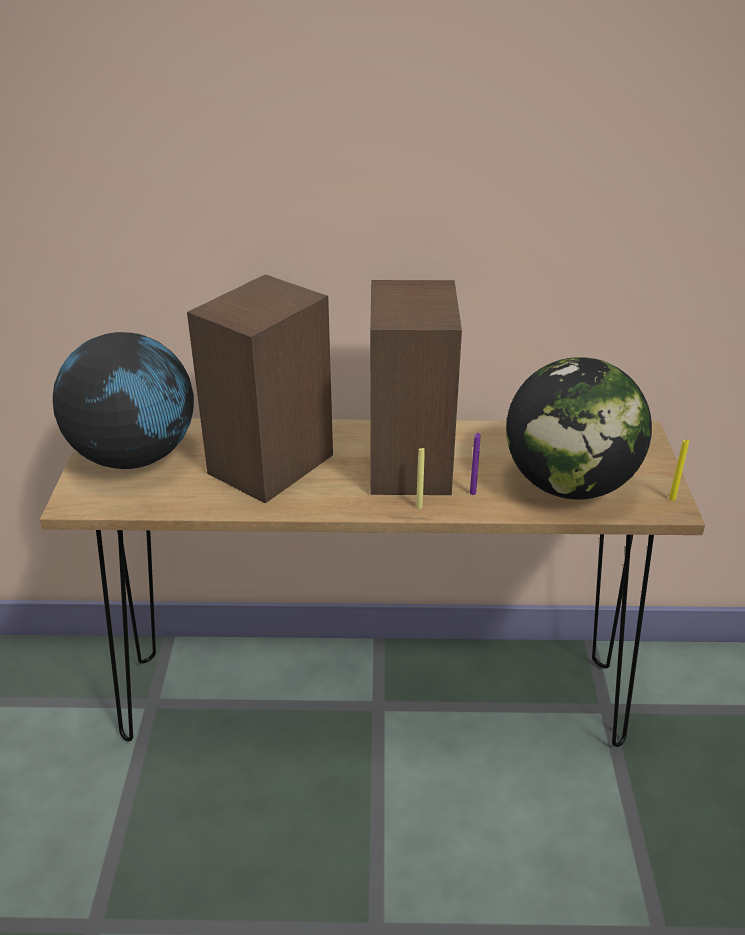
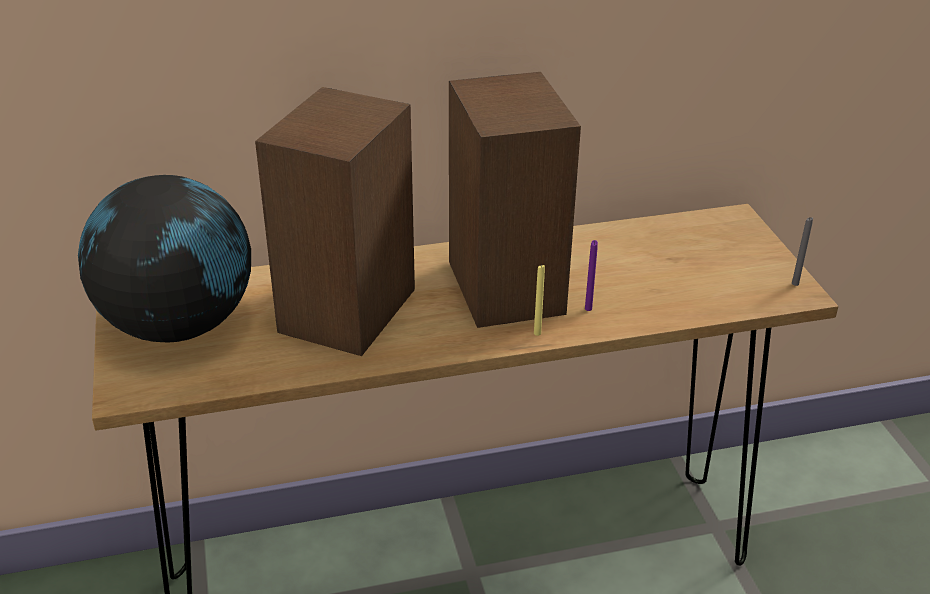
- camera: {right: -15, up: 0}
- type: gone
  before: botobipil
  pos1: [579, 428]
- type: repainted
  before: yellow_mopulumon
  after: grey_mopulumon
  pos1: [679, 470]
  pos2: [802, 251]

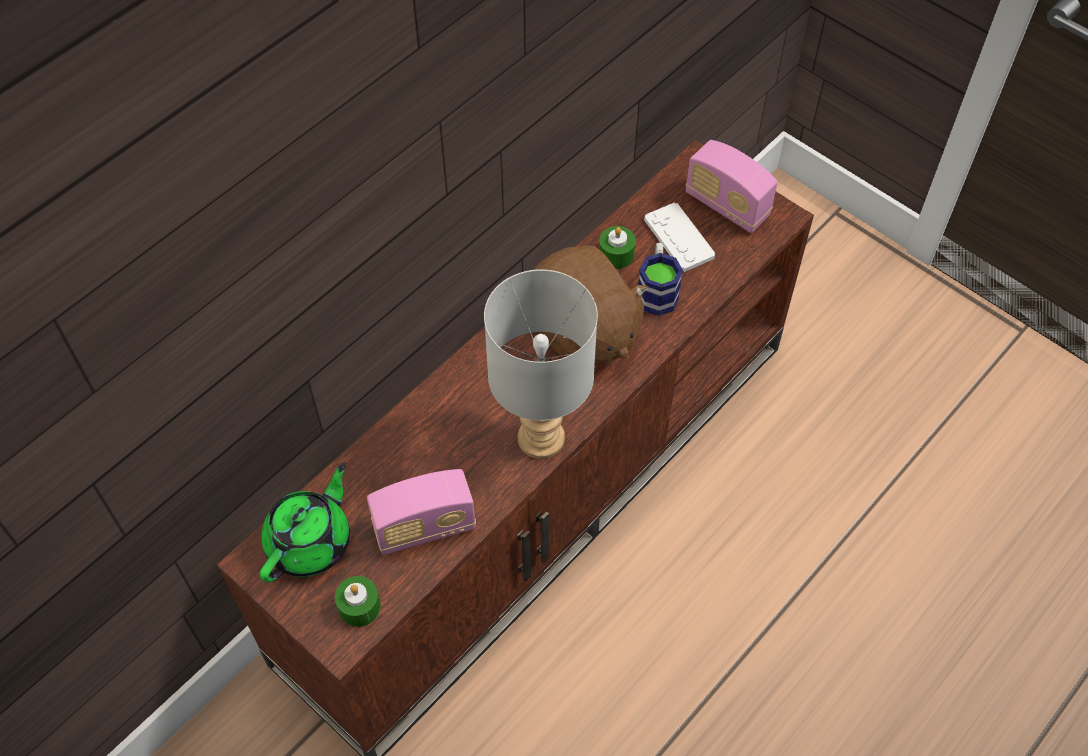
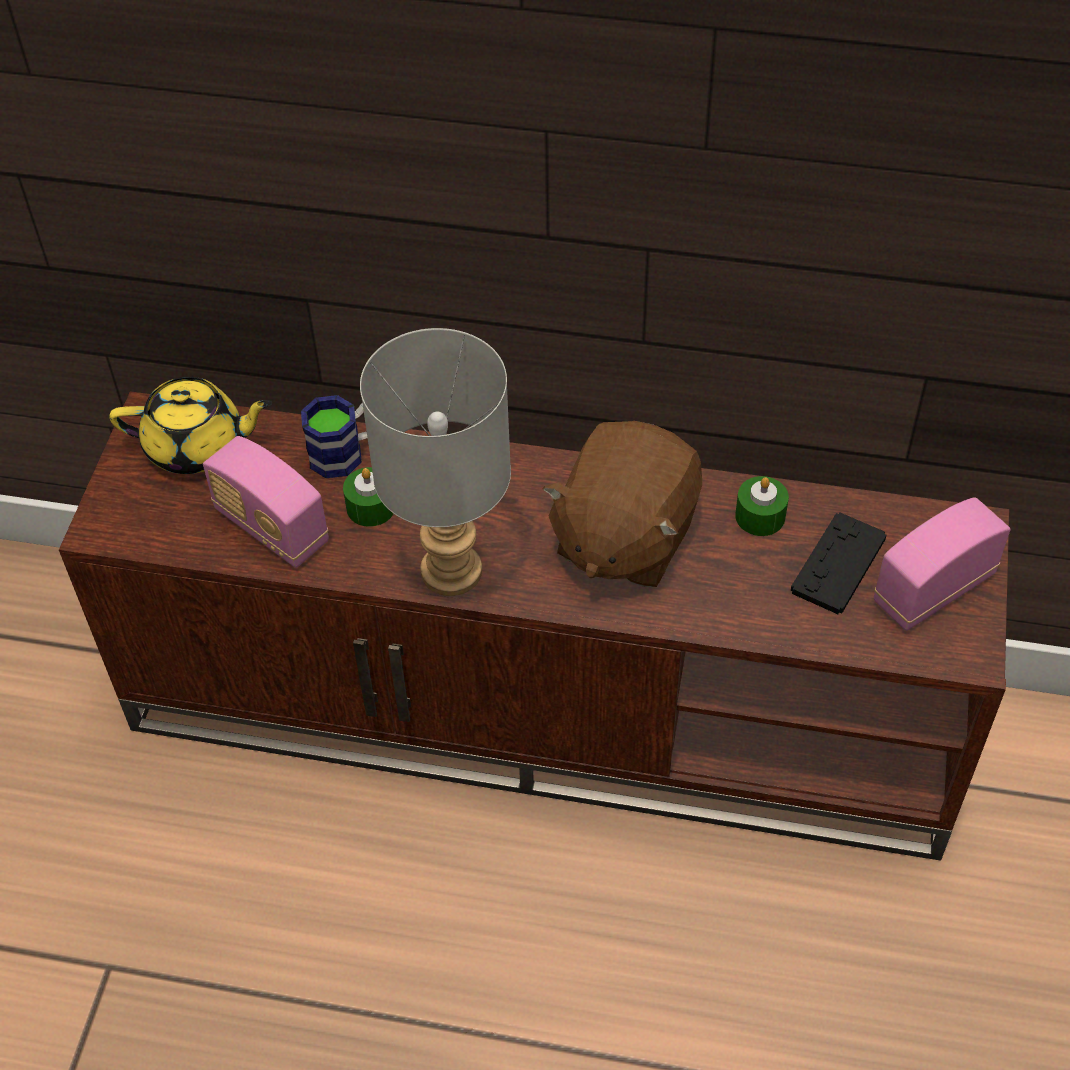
- camera: {right: 60, up: -5}
- type: repainted
  before: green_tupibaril
  after: yellow_tupibaril
  pos1: [304, 522]
  pos2: [190, 425]
- type: shifted
  before: green_mopulumon
  pos1: [358, 601]
  pos2: [368, 497]
- type: shifted
  before: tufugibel
  pos1: [660, 279]
  pos2: [334, 436]
- type: repainted
  before: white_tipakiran
  after: black_tipakiran
  pos1: [679, 237]
  pos2: [838, 563]
- type: rotated
  before: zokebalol
  pos1: [732, 186]
  pos2: [942, 564]
  turn: 45

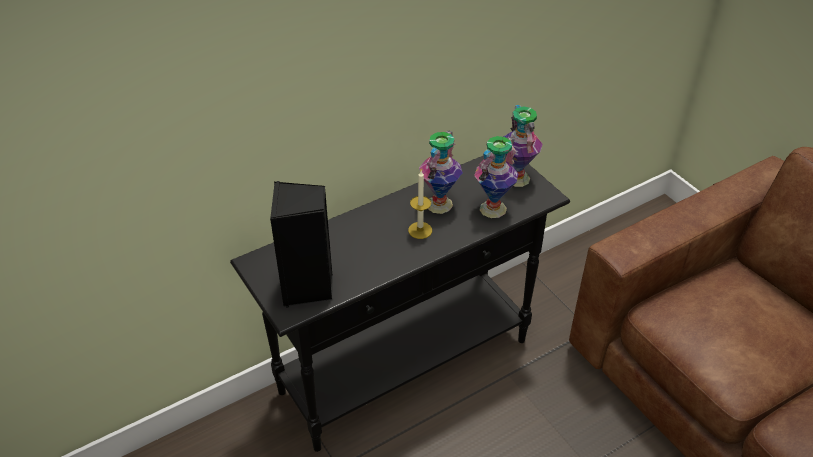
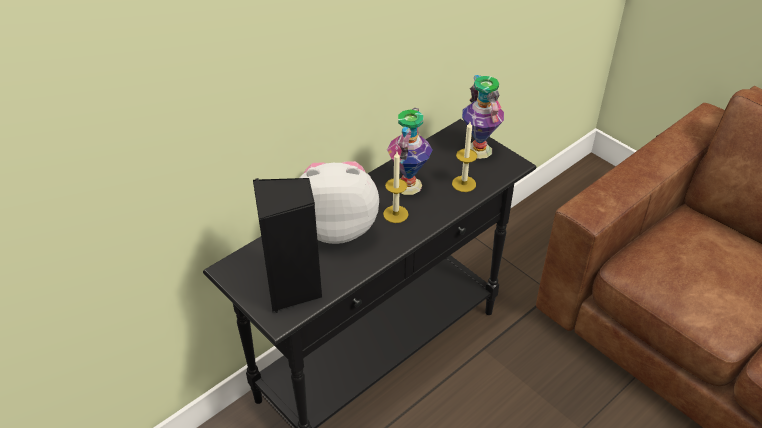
- camera: {right: -10, up: 0}
- type: swapped
  before: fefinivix
  after: mopulumon
  pos1: [496, 177]
  pos2: [464, 157]
- type: new
  after: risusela
  pos2: [339, 202]

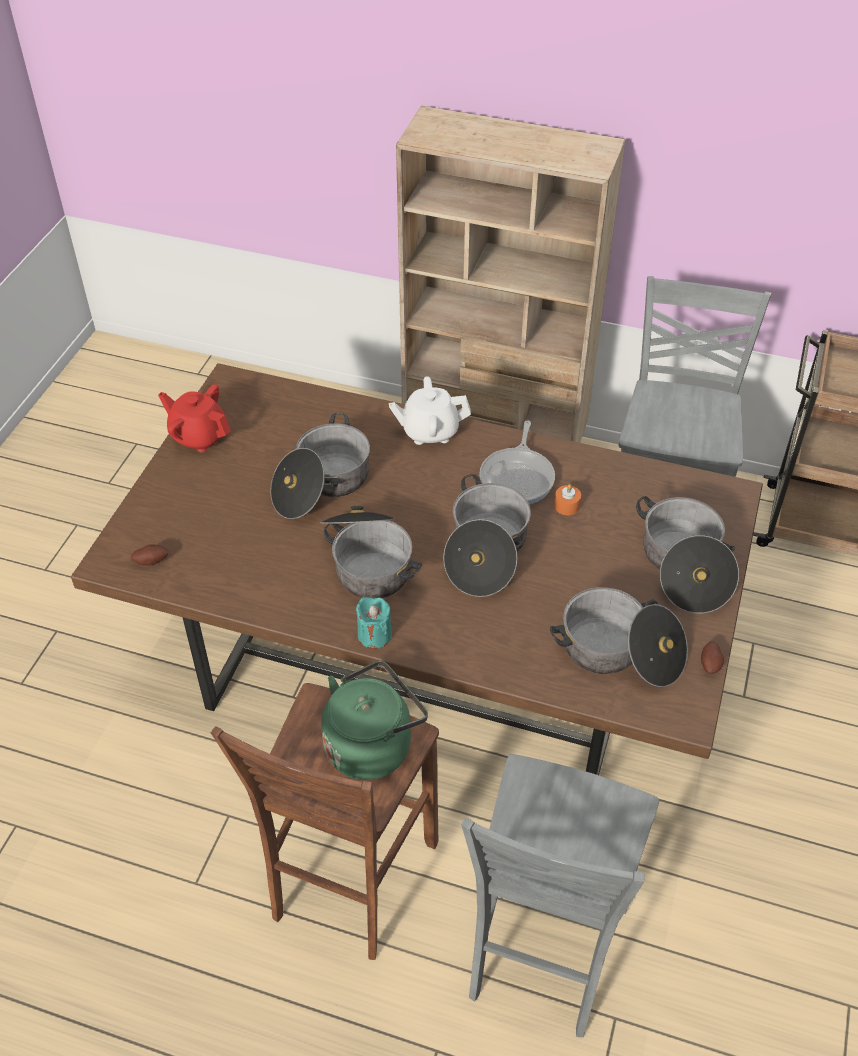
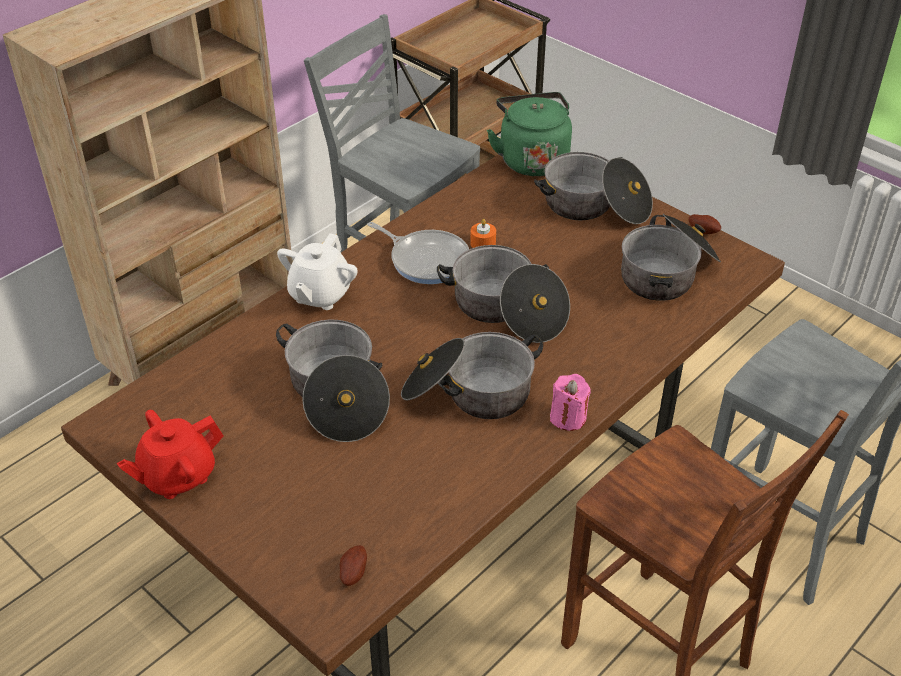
- camera: {right: -65, up: -5}
- type: shifted
  before: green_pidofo
  pos1: [374, 720]
  pos2: [529, 134]
- type: repainted
  before: turquoise_mopulumon
  after: pink_mopulumon
  pos1: [374, 623]
  pos2: [570, 402]

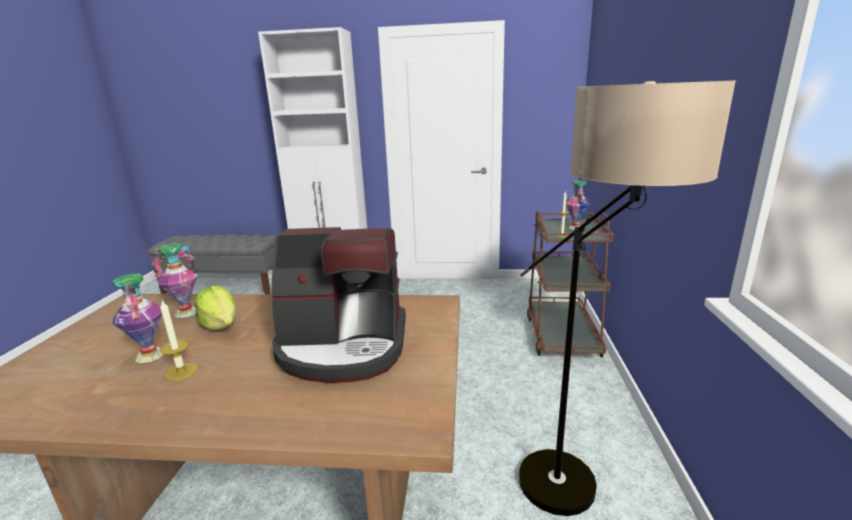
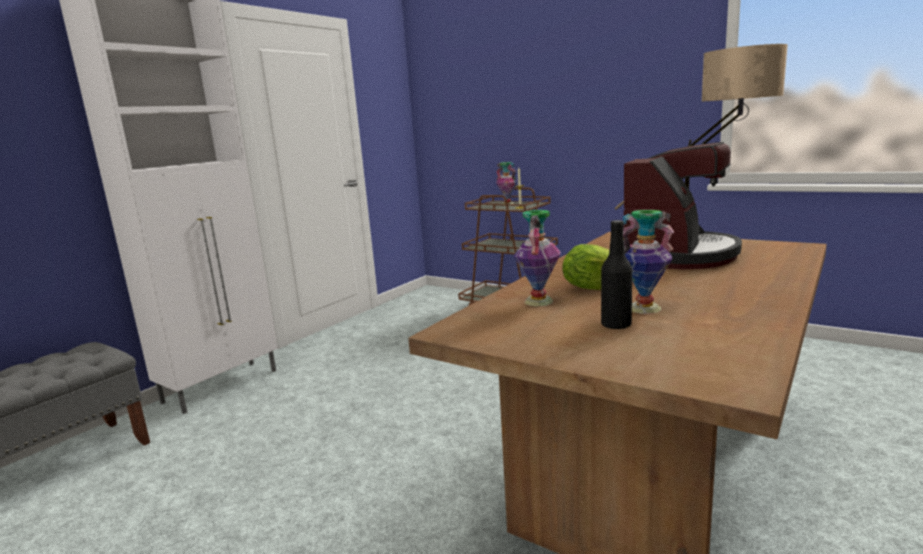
- camera: {right: -60, up: -5}
- type: gone
  before: mopulumon
  pos1: [179, 340]
- type: new
  after: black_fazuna
  pos2: [616, 274]

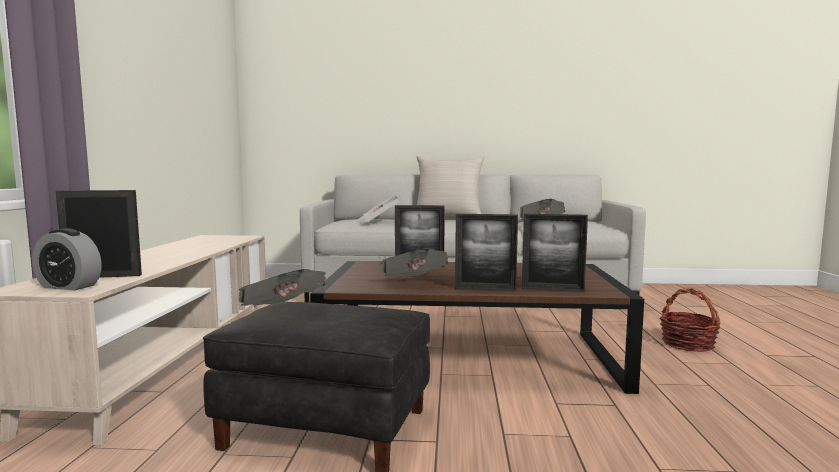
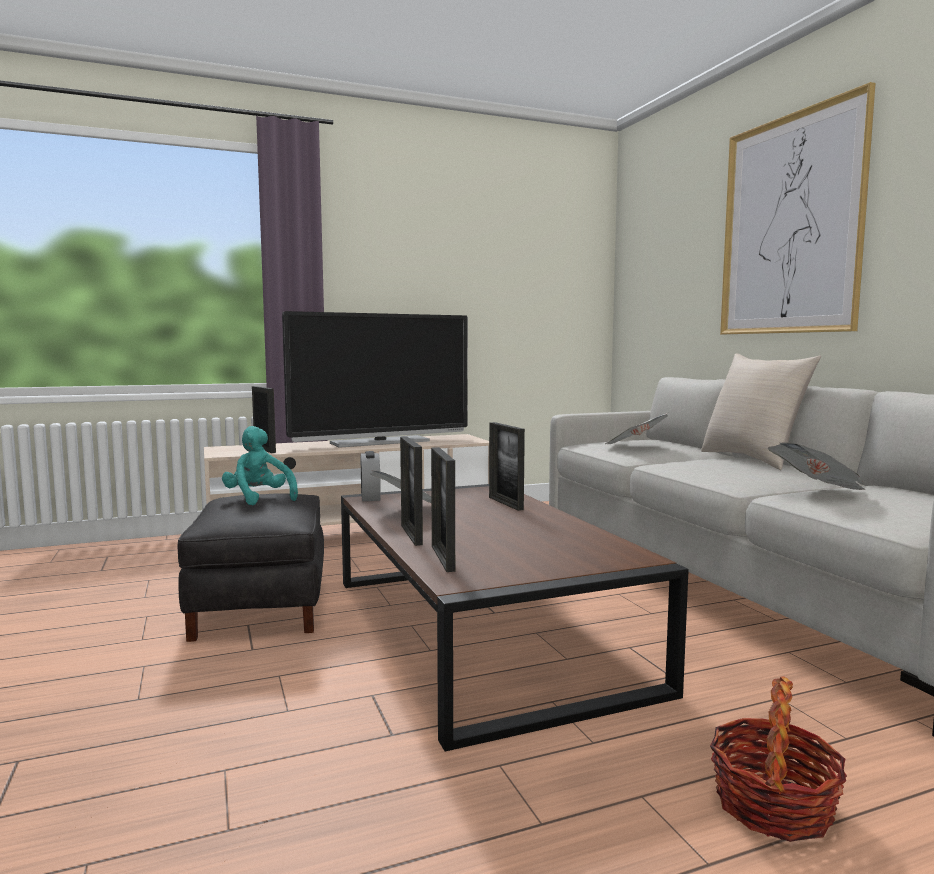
- camera: {right: 65, up: 0}
- type: shifted
  before: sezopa
  pos1: [67, 259]
  pos2: [371, 476]
- type: swapped
  before: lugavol
  after: turquoise_risusela
  pos1: [282, 287]
  pos2: [260, 465]
- type: new
  after: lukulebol
  pos2: [375, 379]
- type: new
  after: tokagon
  pos2: [798, 208]

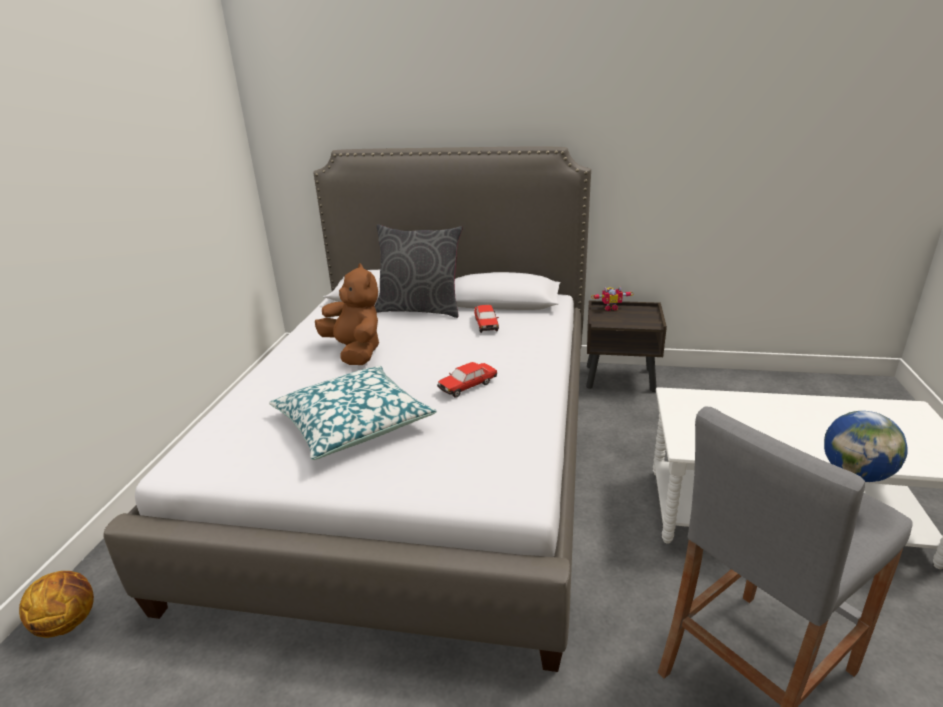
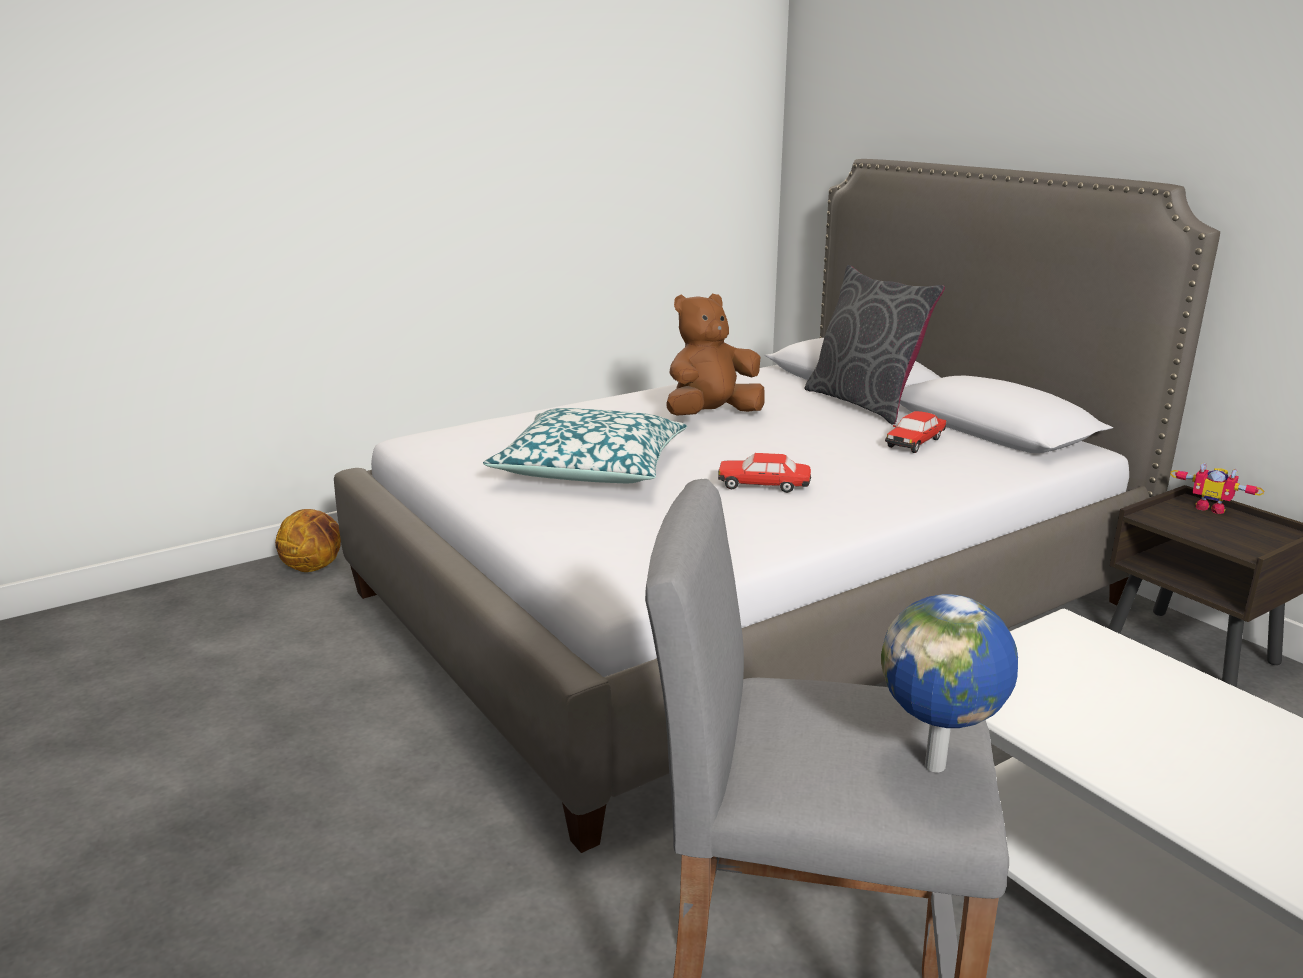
- camera: {right: 45, up: -5}
- type: rotated
  before: brown_risusela
  pos1: [347, 314]
  pos2: [715, 354]
  turn: -135

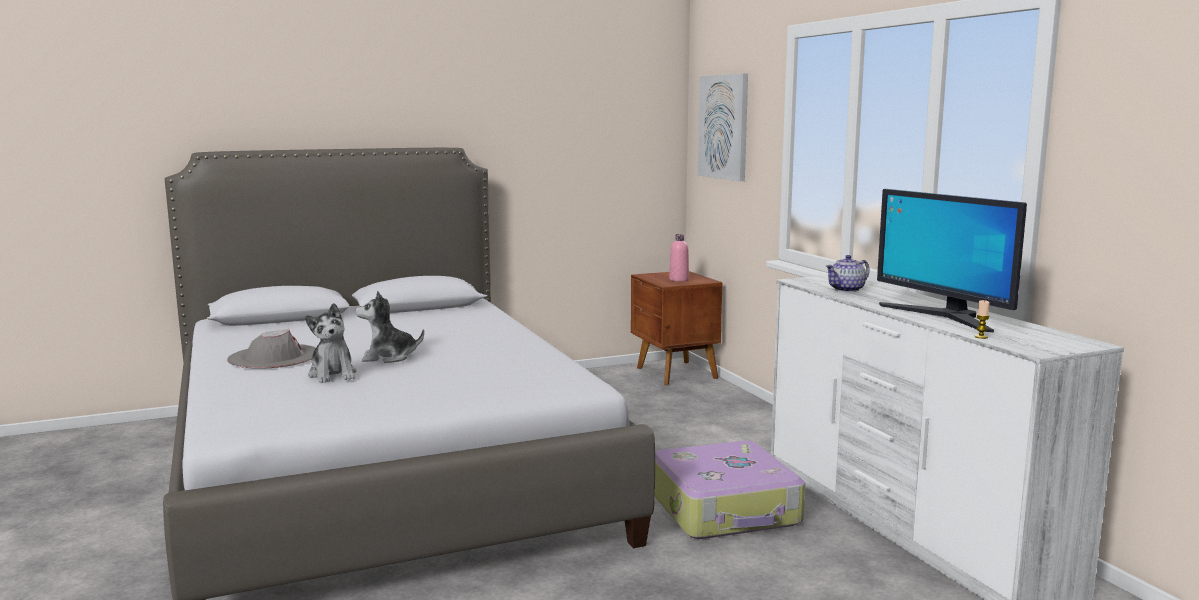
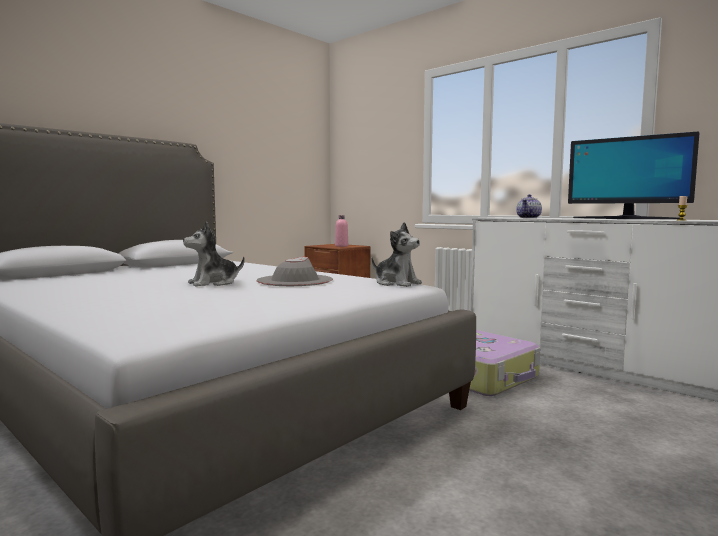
- camera: {right: -25, up: -5}
- type: shifted
  before: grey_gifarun
  pos1: [271, 349]
  pos2: [295, 271]
- type: shifted
  before: risusela
  pos1: [331, 343]
  pos2: [397, 254]
- type: gone
  before: tokagon
  pos1: [723, 127]

